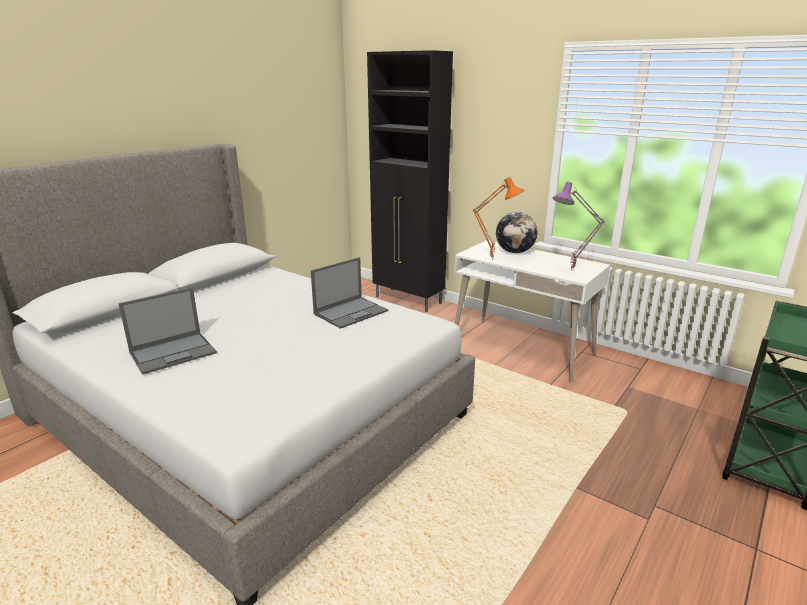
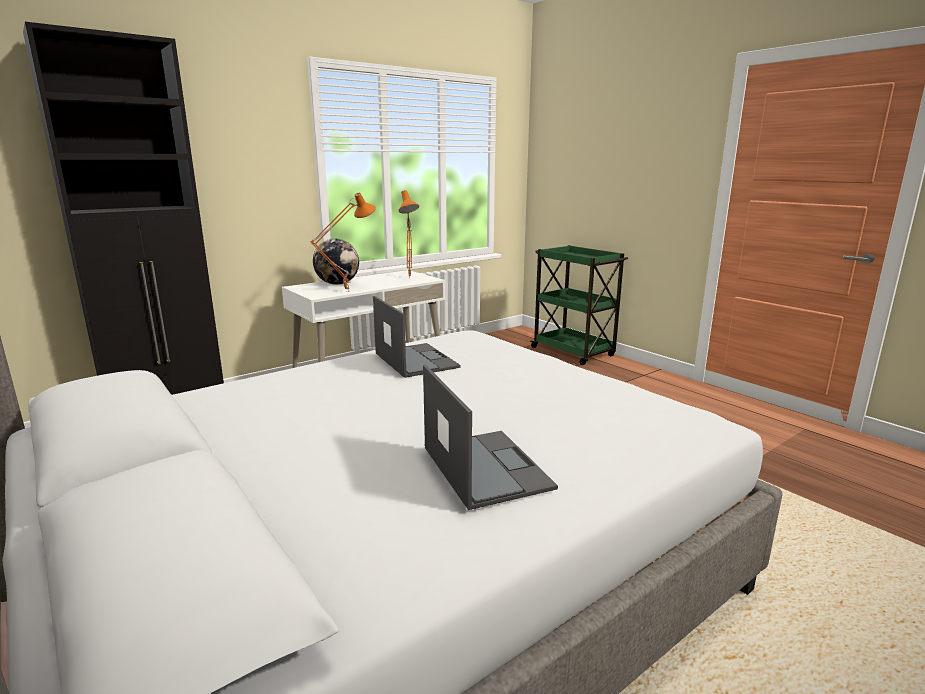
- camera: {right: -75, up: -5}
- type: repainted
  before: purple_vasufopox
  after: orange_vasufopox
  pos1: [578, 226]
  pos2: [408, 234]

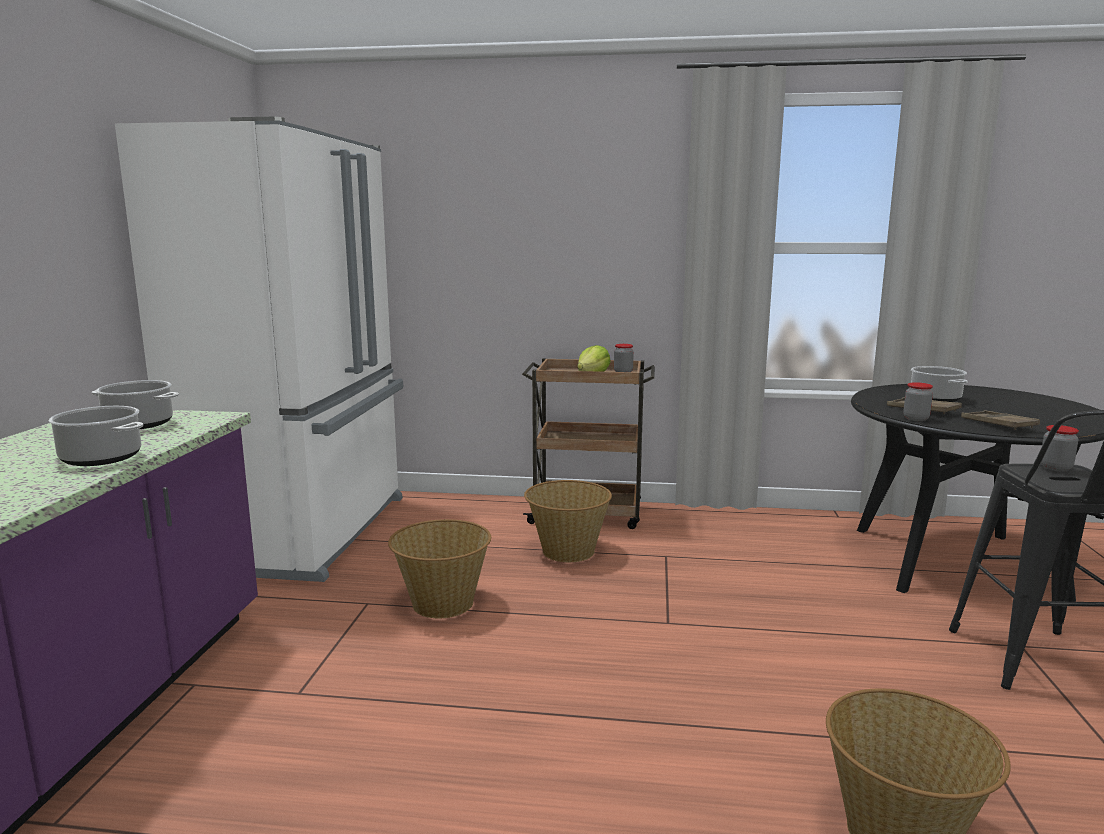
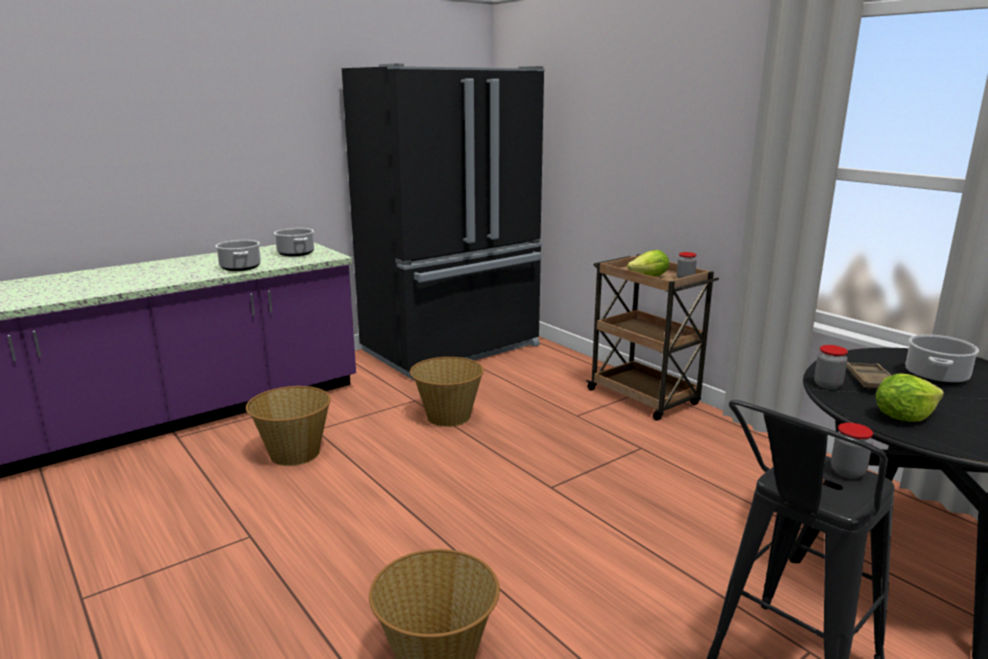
- camera: {right: 45, up: 5}
- type: repainted
  before: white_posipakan
  after: black_posipakan
  pos1: [259, 349]
  pos2: [443, 222]
- type: shifted
  before: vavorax
  pos1: [568, 521]
  pos2: [288, 426]
- type: swapped
  before: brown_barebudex
  after: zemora
  pos1: [1000, 420]
  pos2: [909, 398]

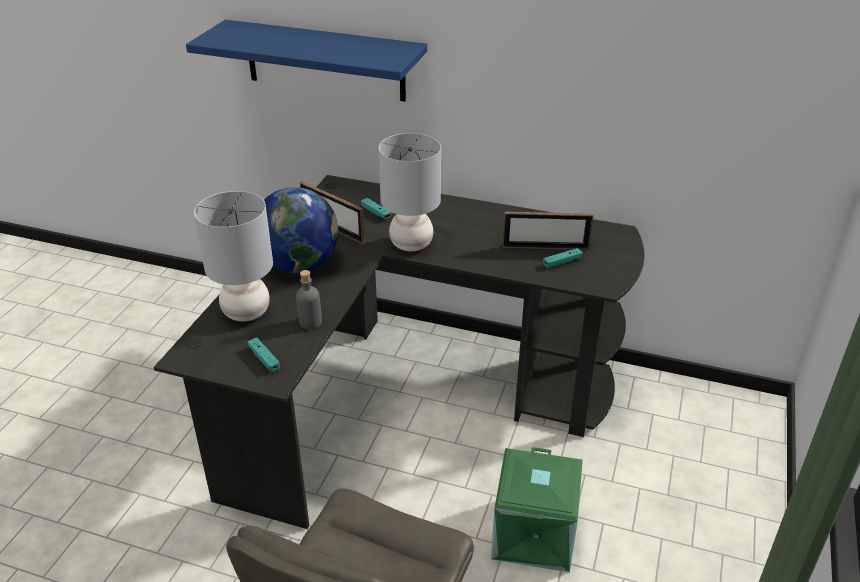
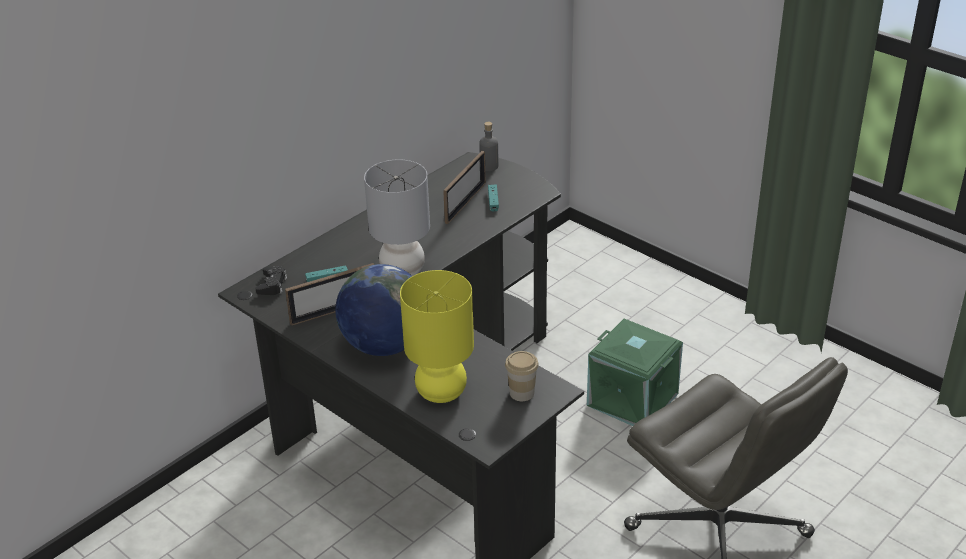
- camera: {right: -65, up: 0}
- type: gone
  before: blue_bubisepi
  pos1: [306, 61]
- type: repainted
  before: grey_vasufopox
  after: yellow_vasufopox
  pos1: [233, 256]
  pos2: [437, 336]
- type: swapped
  before: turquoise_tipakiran
  after: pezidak
  pos1: [263, 355]
  pos2: [522, 376]
- type: shifted
  before: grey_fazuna
  pos1: [309, 299]
  pos2: [489, 146]
- type: new
  after: black_tipakiran
  pos2: [271, 280]

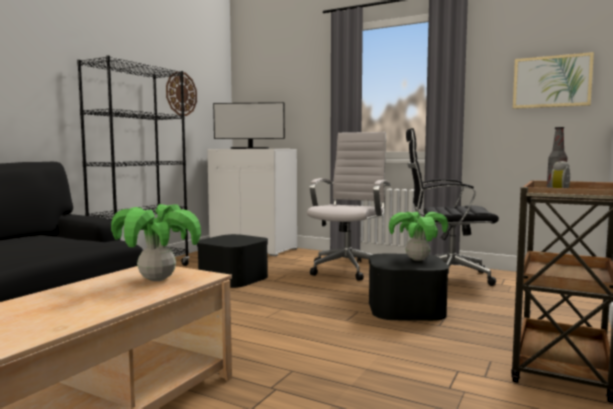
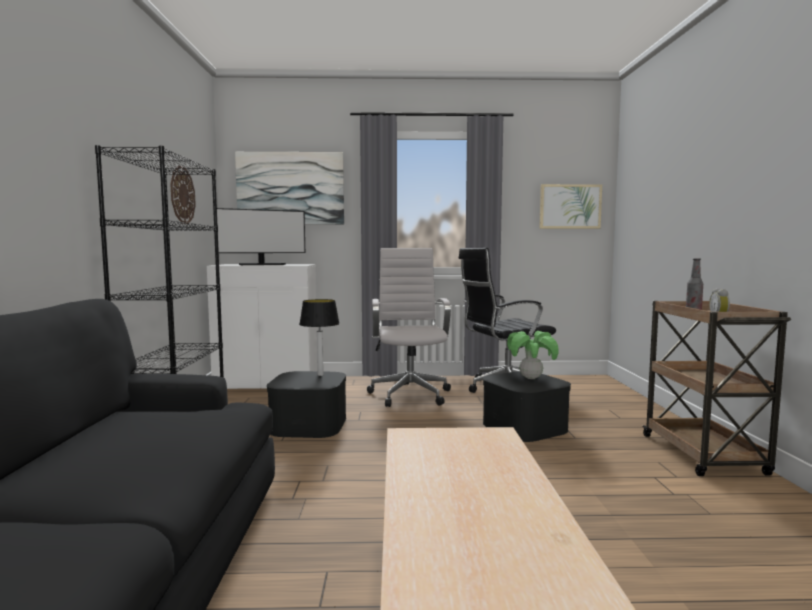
- camera: {right: -30, up: 0}
- type: gone
  before: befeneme
  pos1: [156, 242]
- type: new
  after: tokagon
  pos2: [289, 188]
- type: new
  after: vasufopox
  pos2: [319, 337]

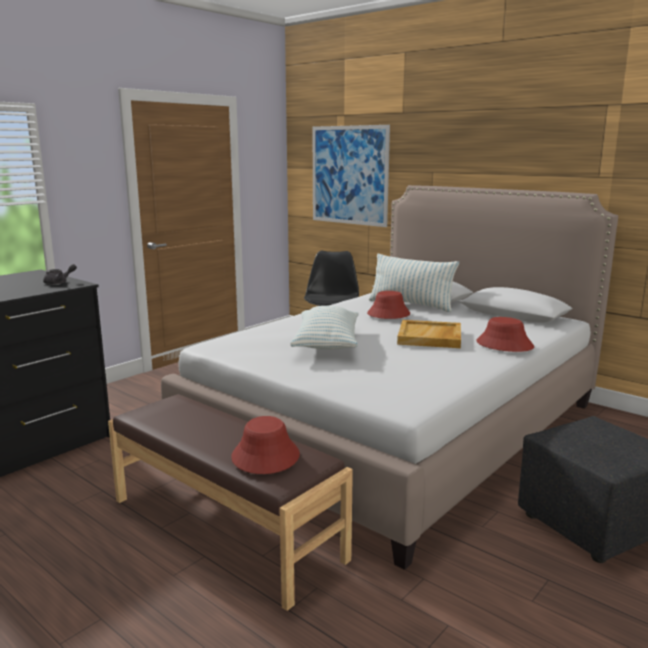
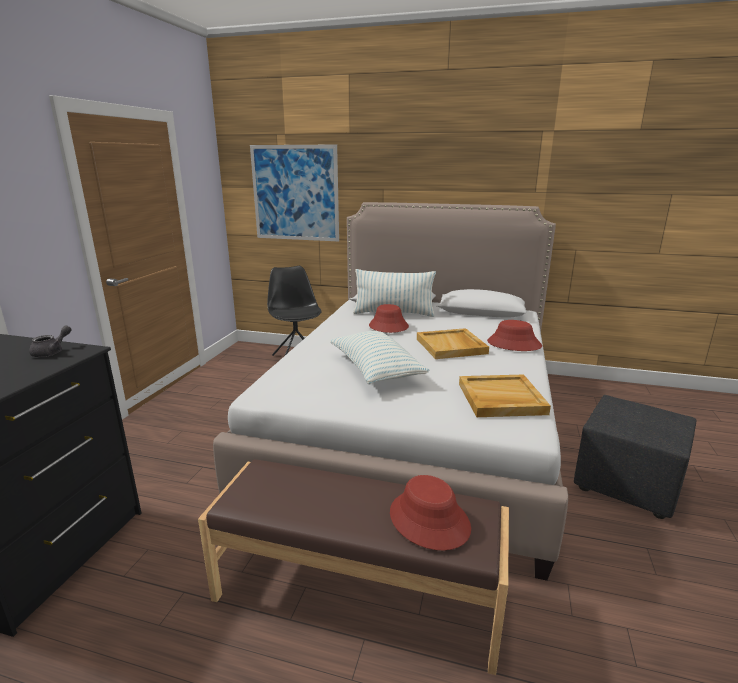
- camera: {right: -25, up: 5}
- type: new
  after: beige_barebudex
  pos2: [505, 396]

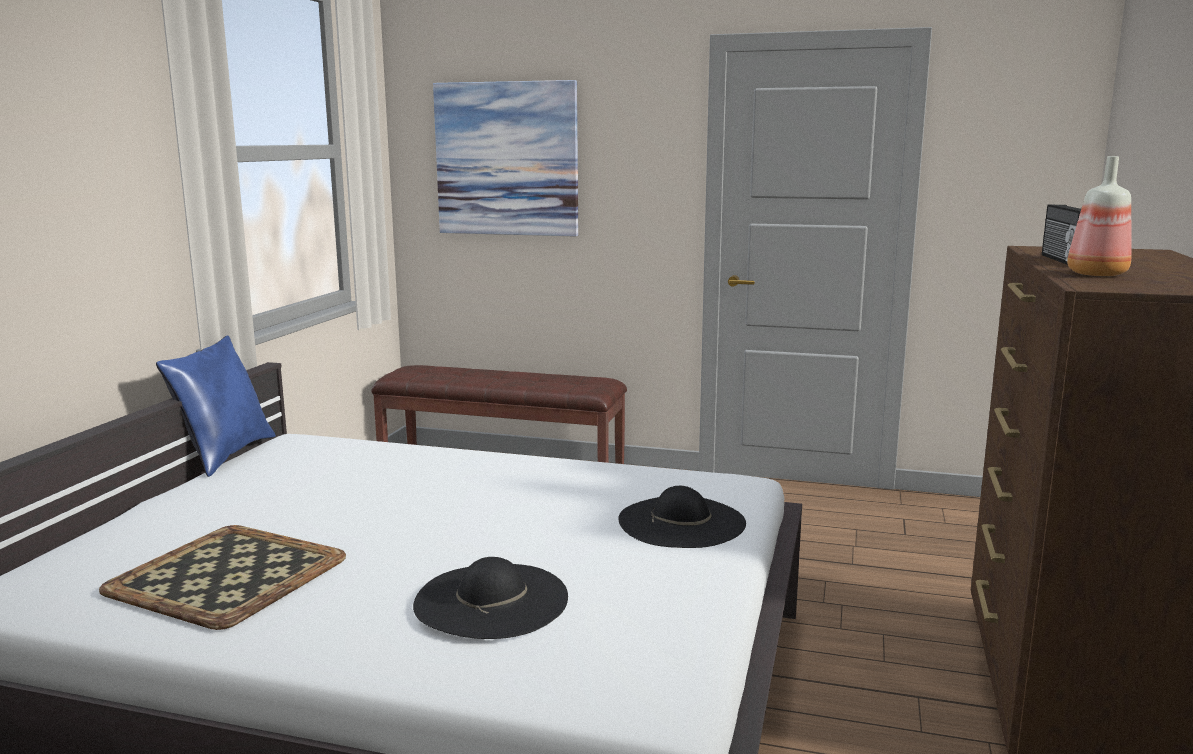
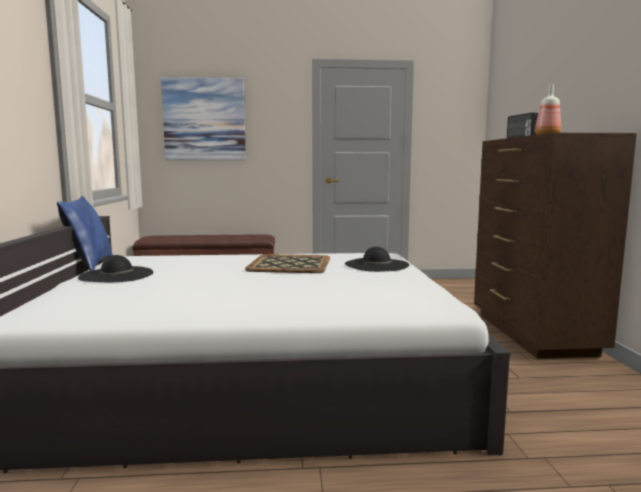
- camera: {right: -20, up: -5}
- type: shifted
  before: barebudex
  pos1: [222, 577]
  pos2: [287, 263]
- type: shifted
  before: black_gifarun
  pos1: [490, 598]
  pos2: [115, 268]

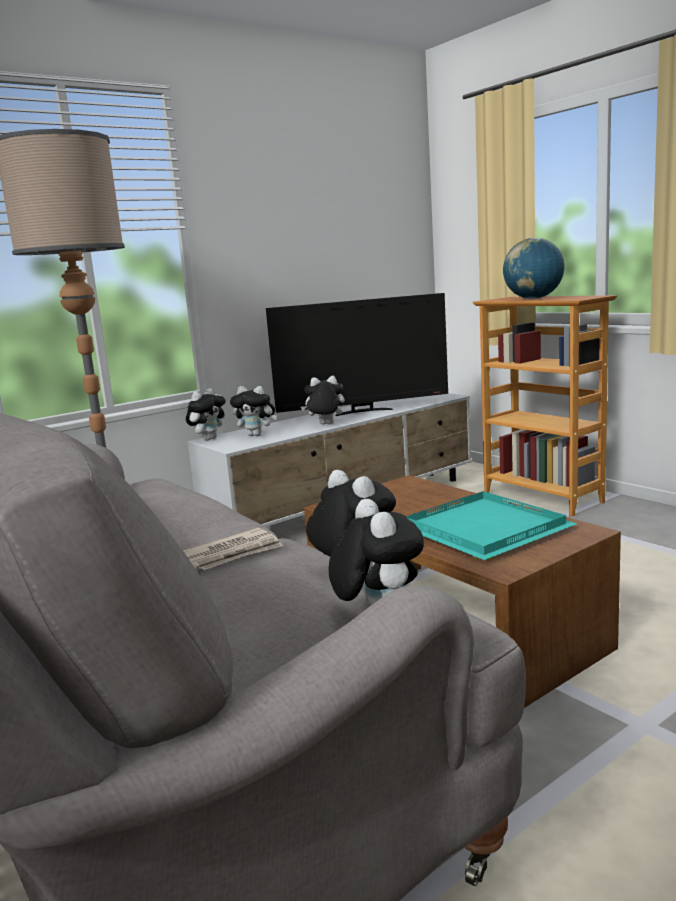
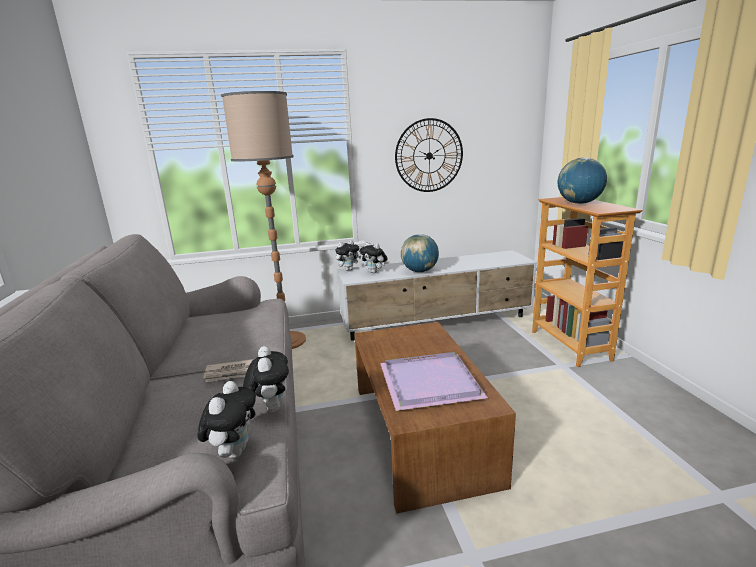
- camera: {right: 25, up: 5}
- type: gone
  before: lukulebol
  pos1: [357, 354]
- type: swapped
  before: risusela
  after: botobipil
  pos1: [323, 400]
  pos2: [420, 253]
- type: repainted
  before: turquoise_barebudex
  after: purple_barebudex
  pos1: [491, 525]
  pos2: [434, 381]
- type: new
  after: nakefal
  pos2: [429, 155]

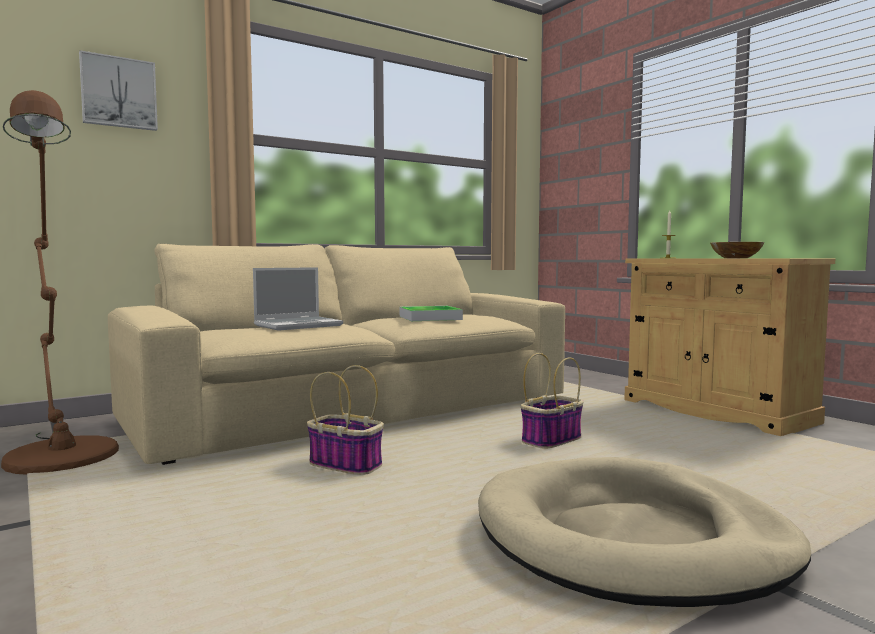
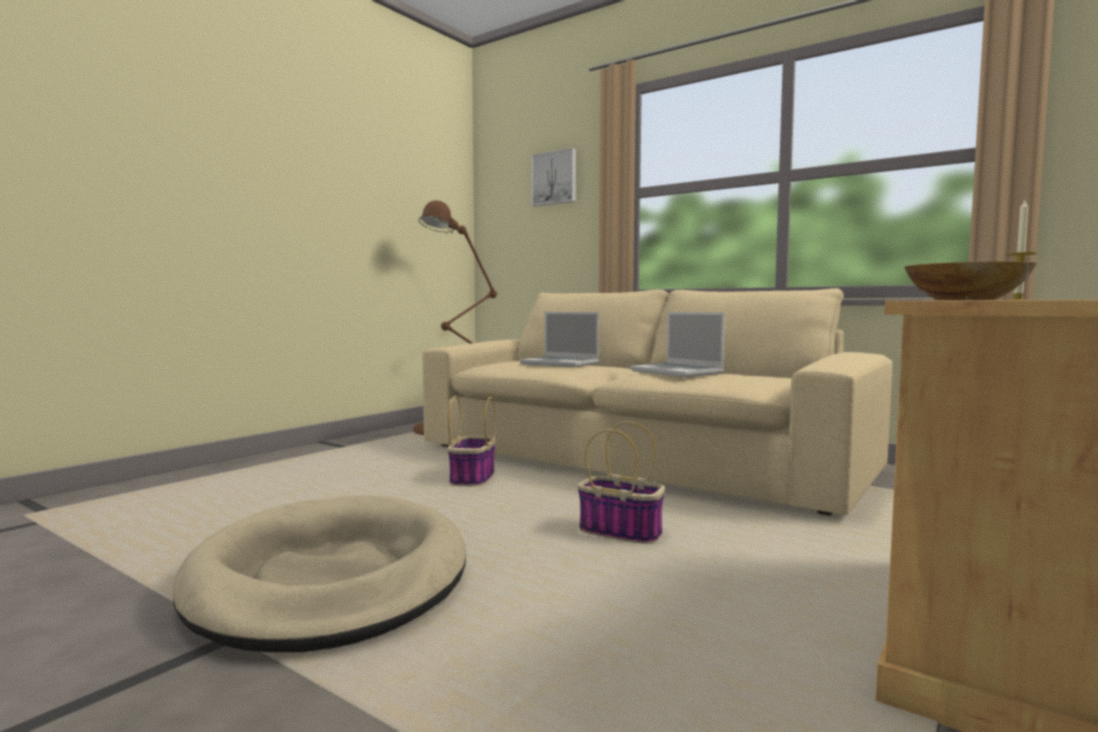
- camera: {right: 70, up: 0}
- type: swapped
  before: barebudex
  after: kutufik
  pos1: [431, 313]
  pos2: [677, 344]

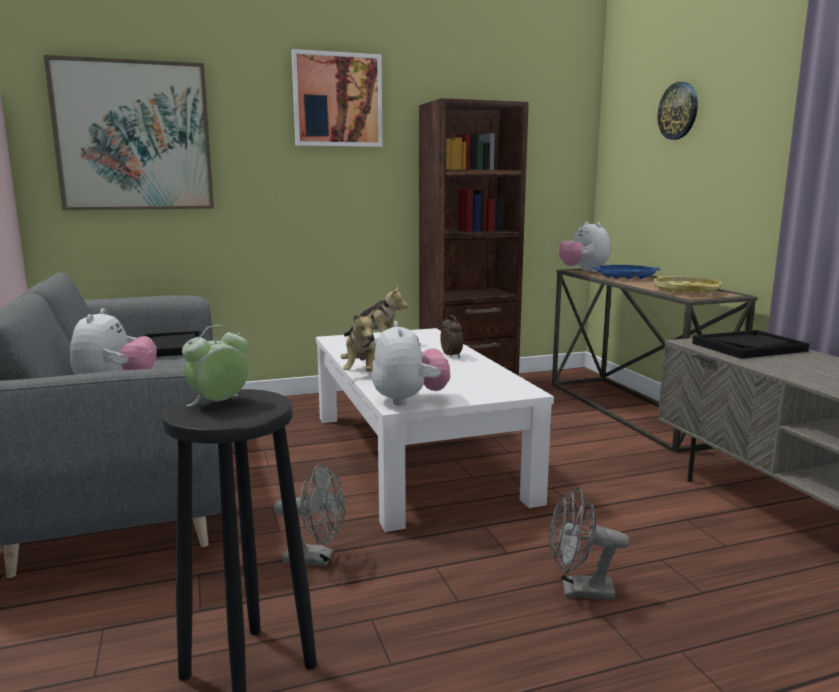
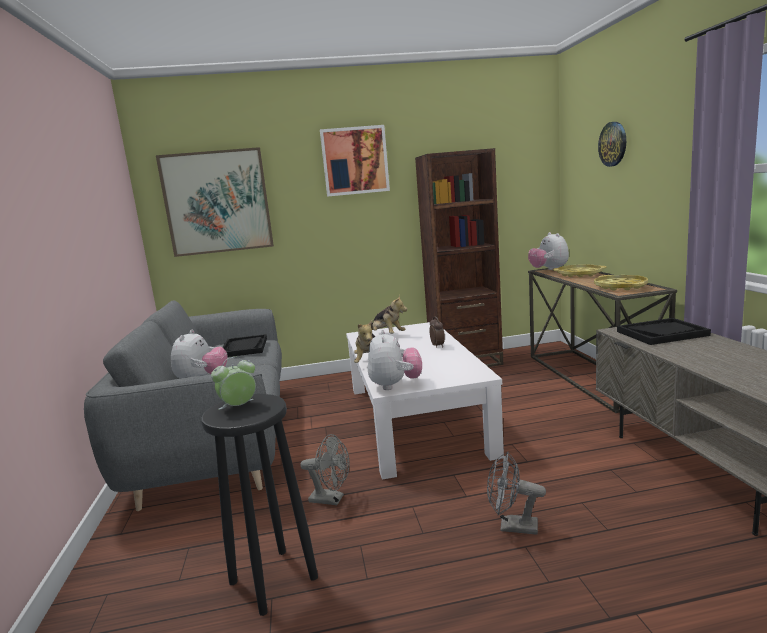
- camera: {right: 10, up: 0}
- type: repainted
  before: blue_barebudex
  after: yellow_barebudex
  pos1: [626, 272]
  pos2: [579, 270]

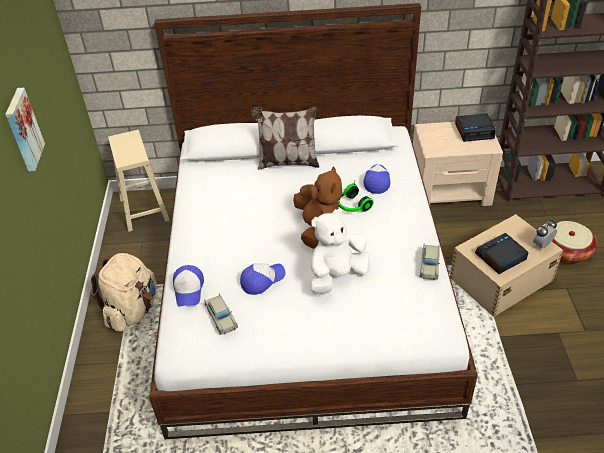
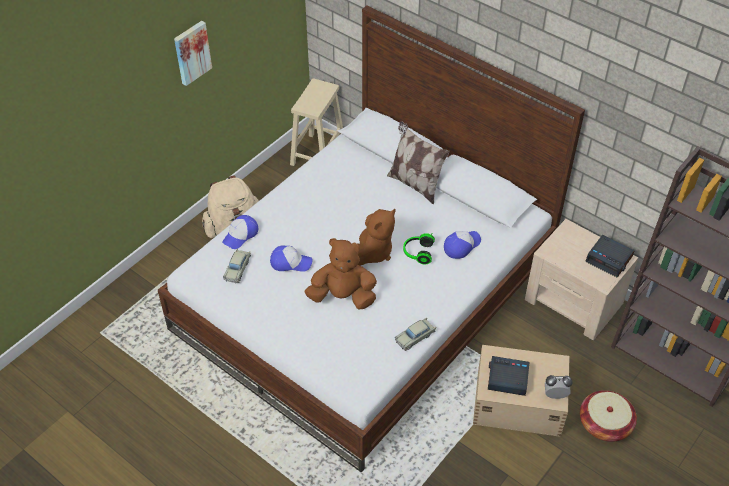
- camera: {right: 40, up: 5}
- type: repainted
  before: white_risusela
  after: brown_risusela
  pos1: [340, 251]
  pos2: [341, 274]

